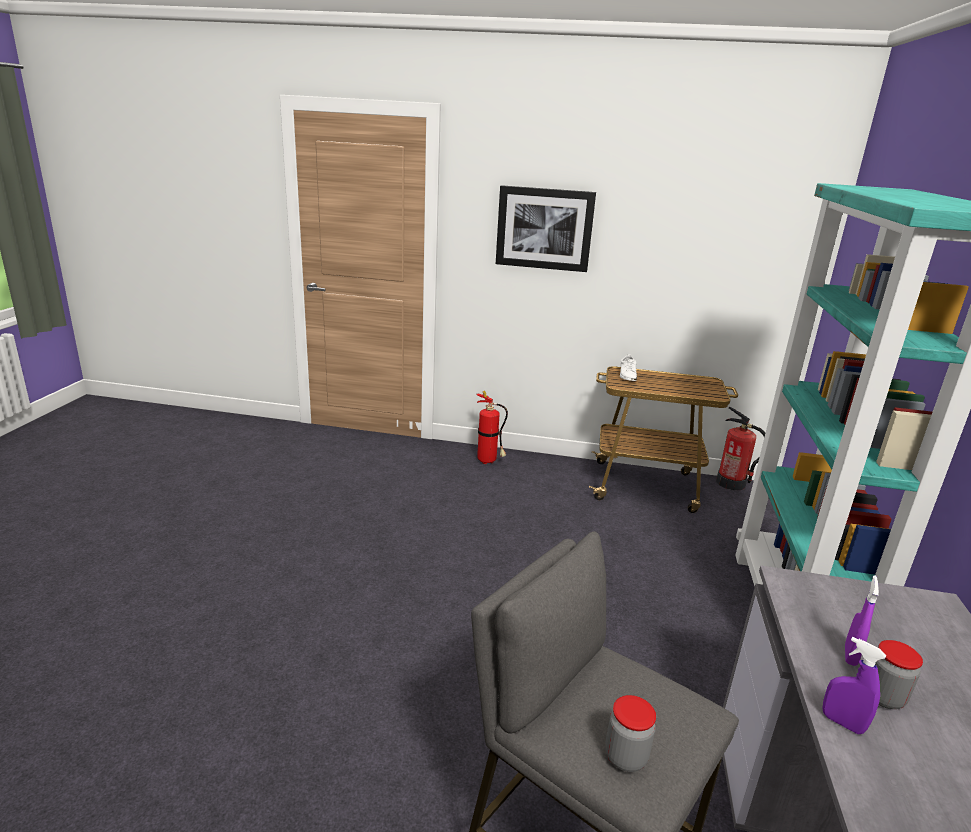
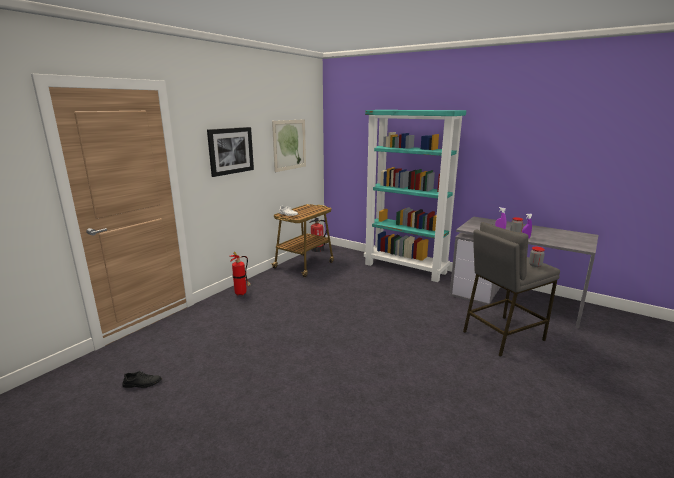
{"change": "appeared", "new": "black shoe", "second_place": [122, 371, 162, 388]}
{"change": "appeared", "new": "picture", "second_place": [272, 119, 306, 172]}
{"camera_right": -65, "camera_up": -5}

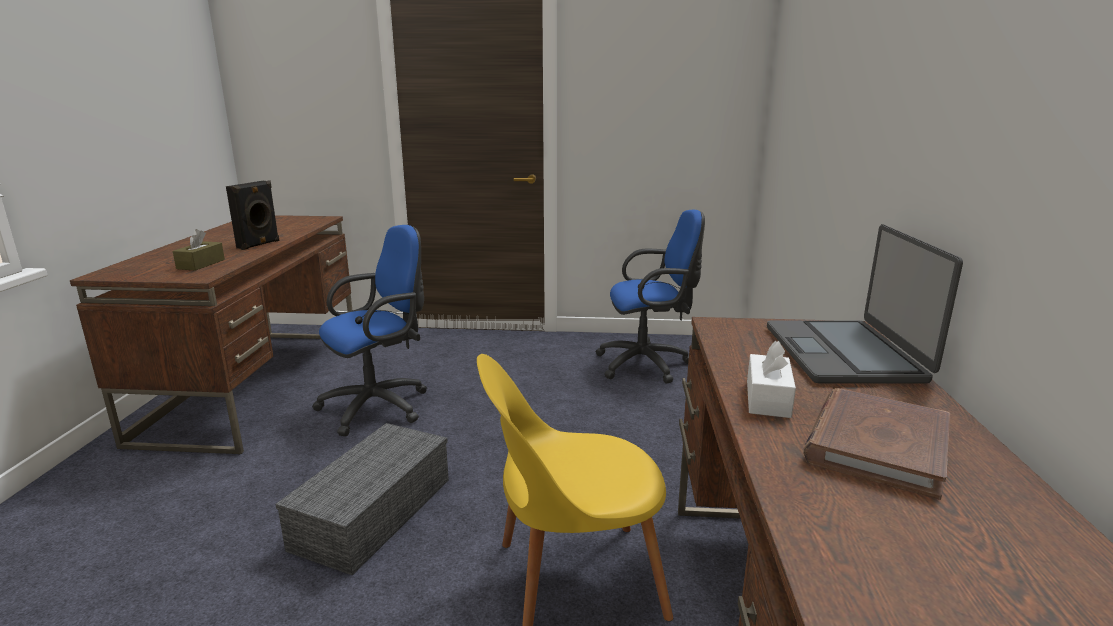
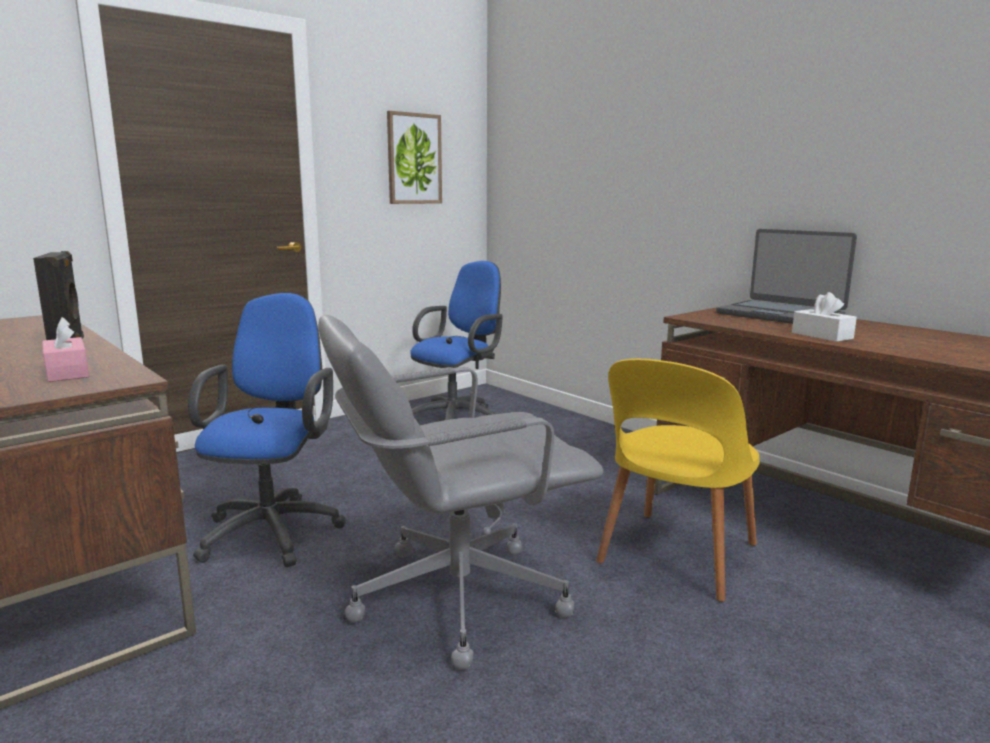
{"change": "colour", "old": "brown tissue box", "new": "pink tissue box", "first_place": [173, 229, 225, 271], "second_place": [42, 317, 89, 382]}
{"change": "exchanged", "old": "grey storage box", "new": "grey office chair", "first_place": [275, 423, 449, 575], "second_place": [318, 315, 604, 670]}
{"change": "appeared", "new": "picture", "second_place": [387, 111, 442, 204]}
{"change": "missing", "old": "brown book", "first_place": [803, 388, 950, 500]}
{"camera_right": -45, "camera_up": -5}

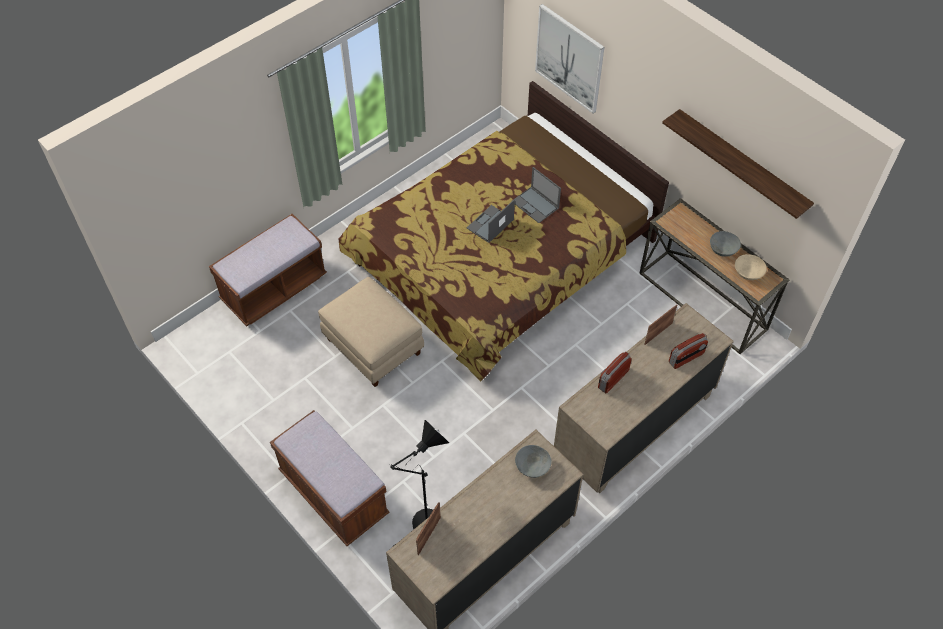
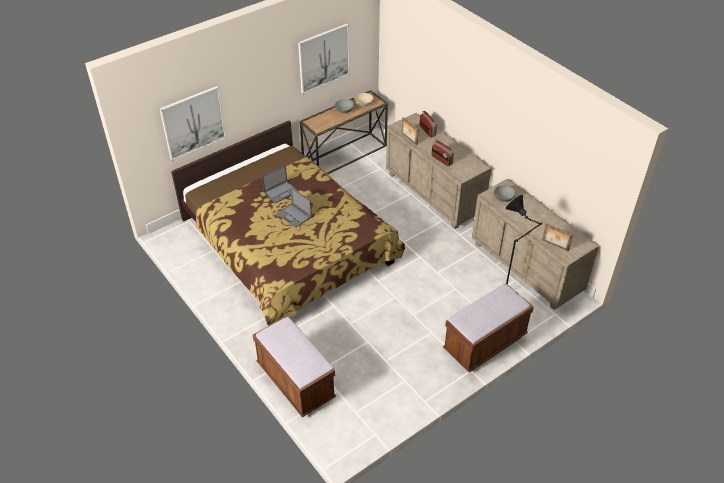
{"change": "exchanged", "old": "shelf", "new": "picture", "first_place": [662, 109, 814, 219], "second_place": [298, 23, 350, 94]}
{"change": "missing", "old": "beige ottoman", "first_place": [318, 277, 424, 387]}
{"camera_right": -85, "camera_up": -10}

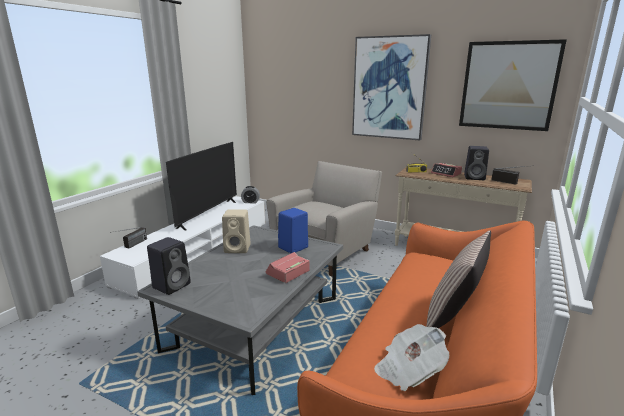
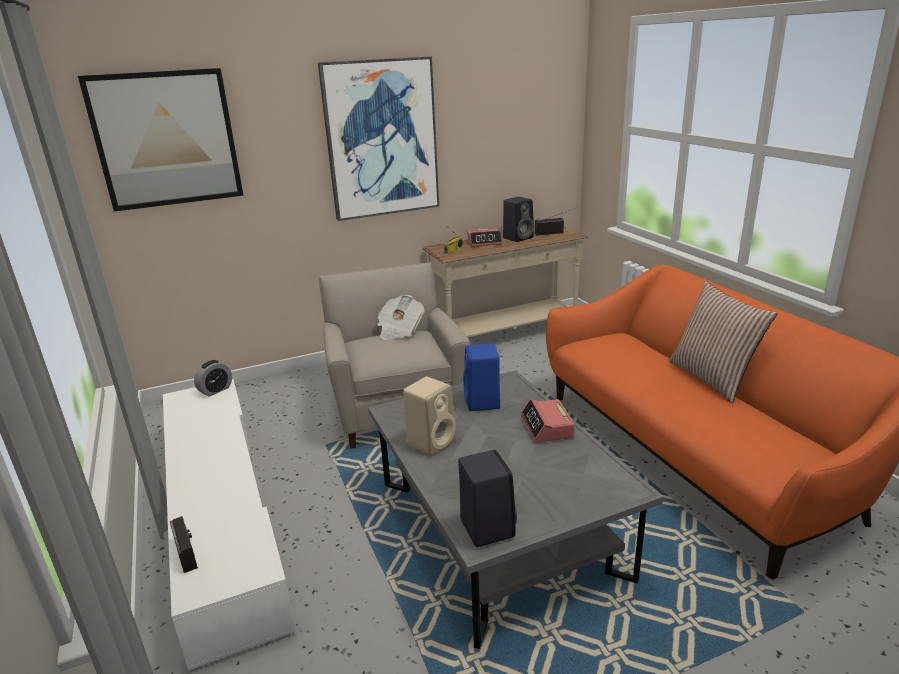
{"change": "relocated", "old": "picture", "first_place": [459, 39, 567, 131], "second_place": [78, 68, 244, 211]}
{"change": "relocated", "old": "newspaper", "first_place": [374, 324, 449, 391], "second_place": [377, 295, 424, 340]}
{"change": "missing", "old": "television", "first_place": [166, 142, 237, 230]}
{"camera_right": -50, "camera_up": 5}

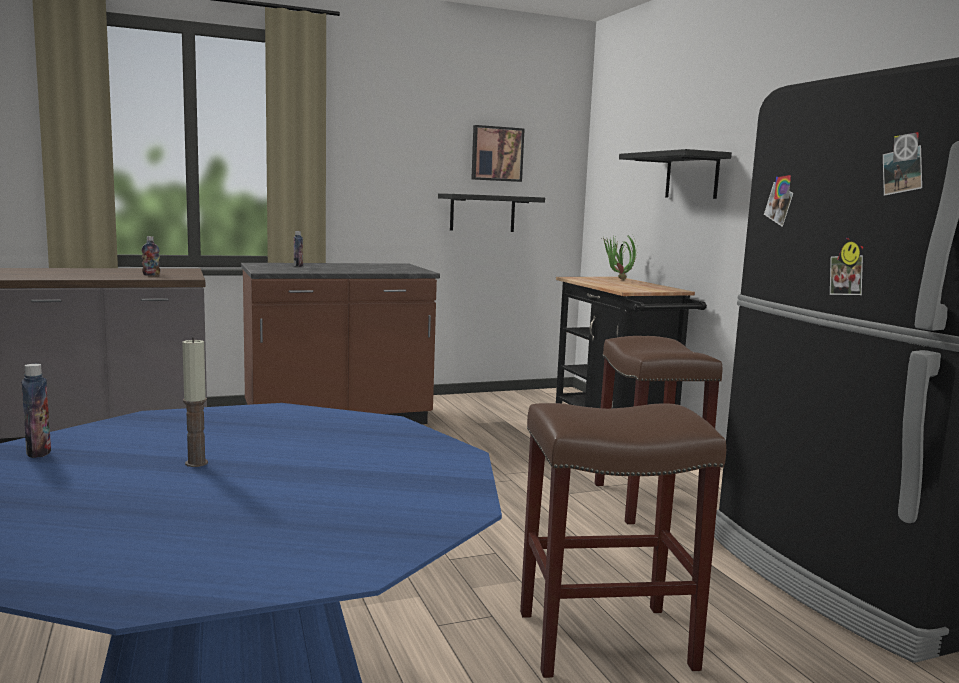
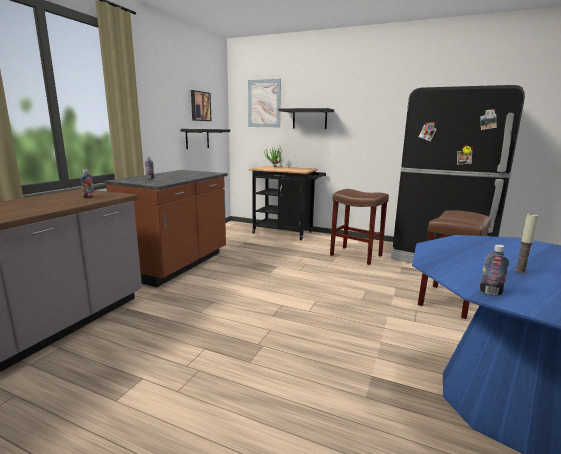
{"change": "appeared", "new": "picture", "second_place": [248, 79, 281, 127]}
{"camera_right": -45, "camera_up": 5}

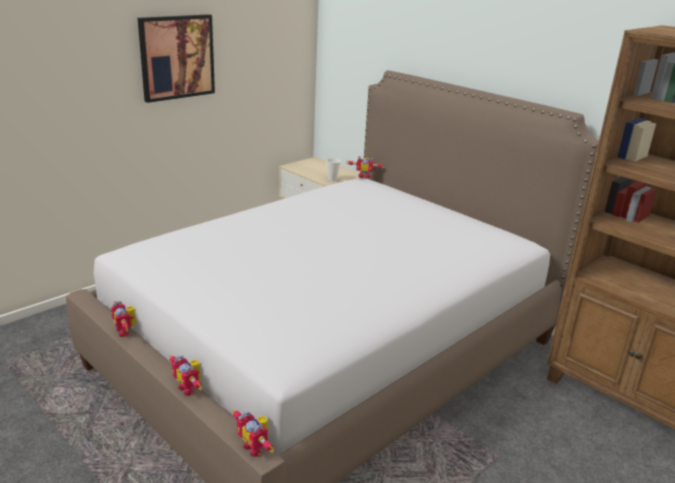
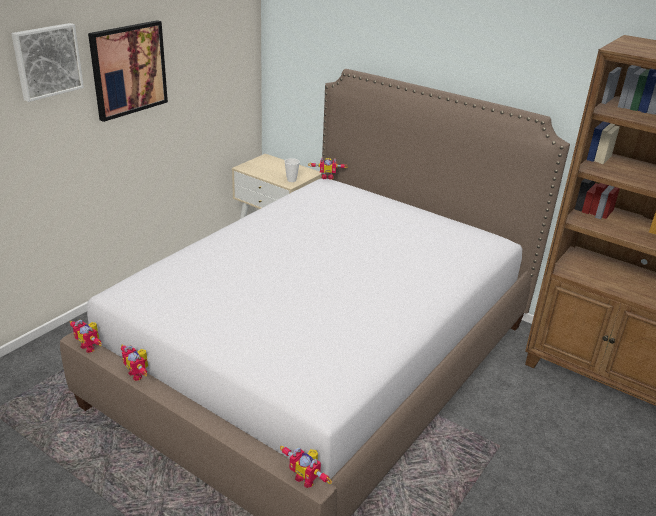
{"change": "appeared", "new": "picture", "second_place": [11, 23, 84, 102]}
{"change": "relocated", "old": "toy robot", "first_place": [170, 355, 202, 396], "second_place": [69, 320, 102, 353]}
{"camera_right": -10, "camera_up": 5}

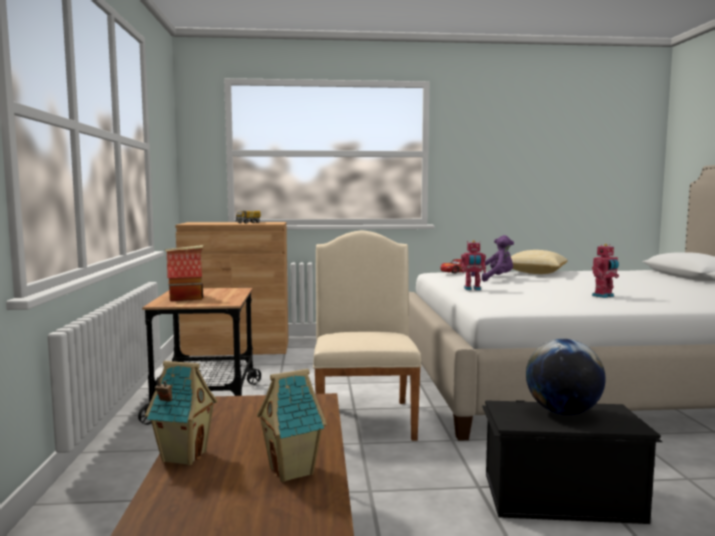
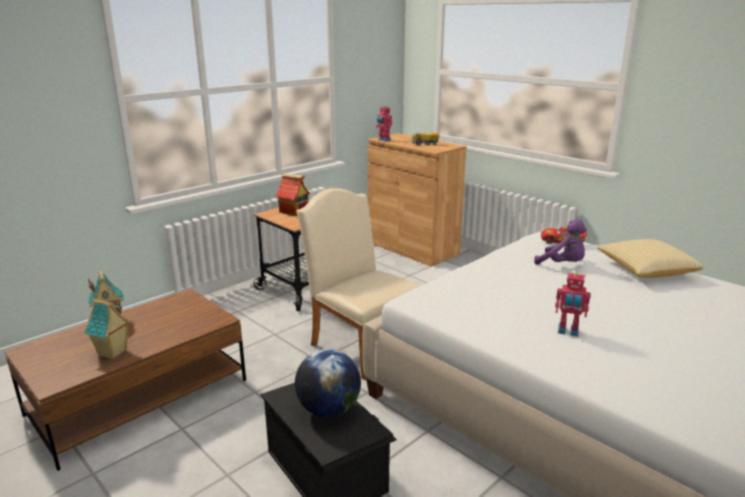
{"change": "spun", "old": "beige chair", "first_place": [313, 231, 422, 441], "second_place": [296, 188, 420, 380], "degrees": -90}
{"change": "relocated", "old": "toy robot", "first_place": [461, 240, 486, 290], "second_place": [376, 106, 392, 142]}
{"camera_right": 50, "camera_up": 15}

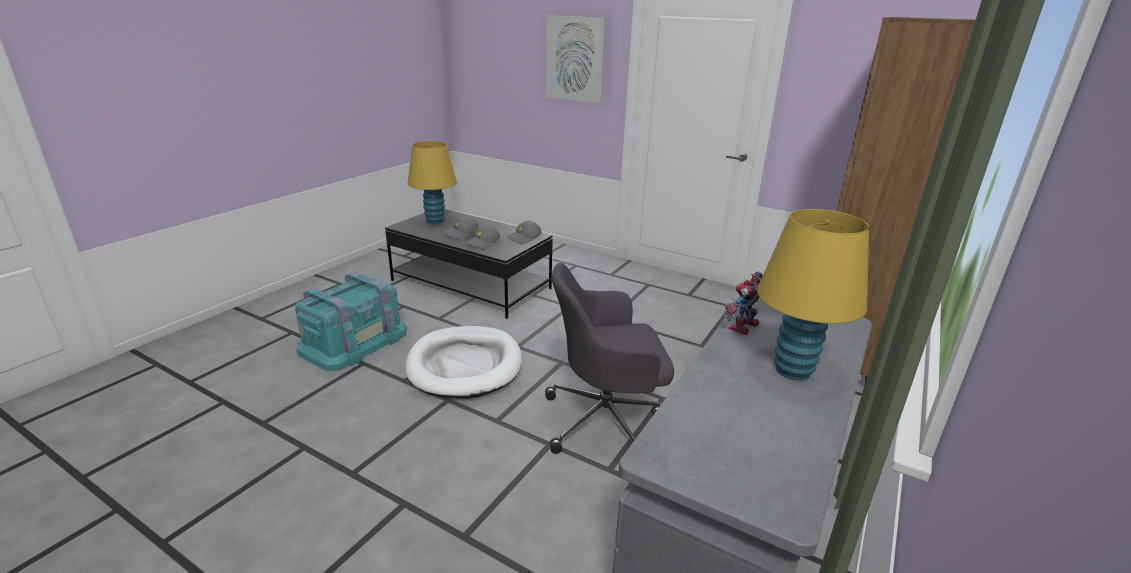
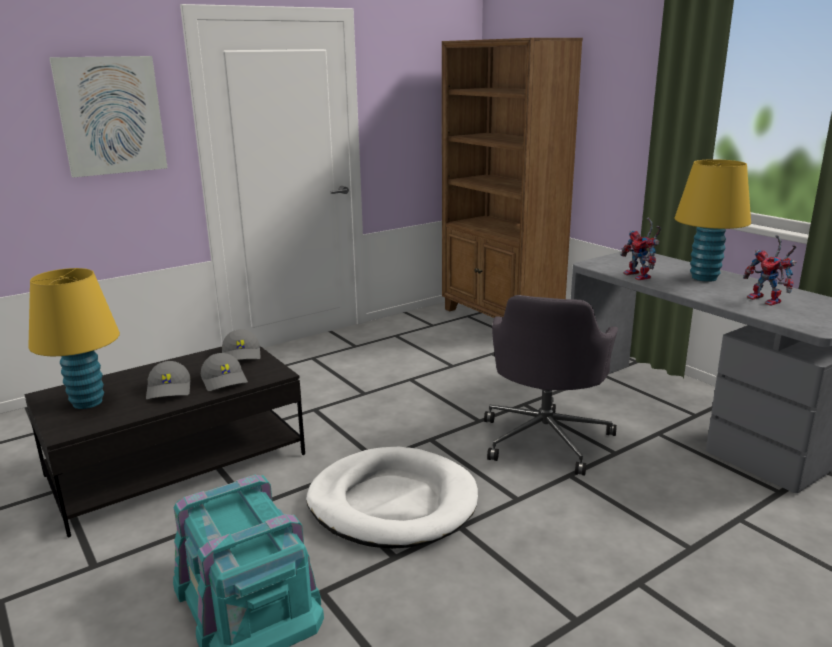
{"change": "appeared", "new": "toy robot", "second_place": [743, 235, 797, 306]}
{"camera_right": -65, "camera_up": -5}

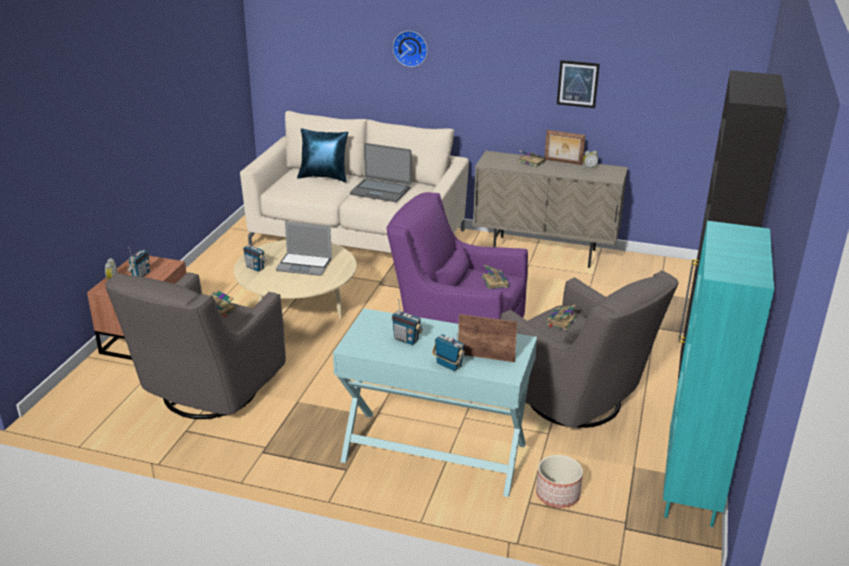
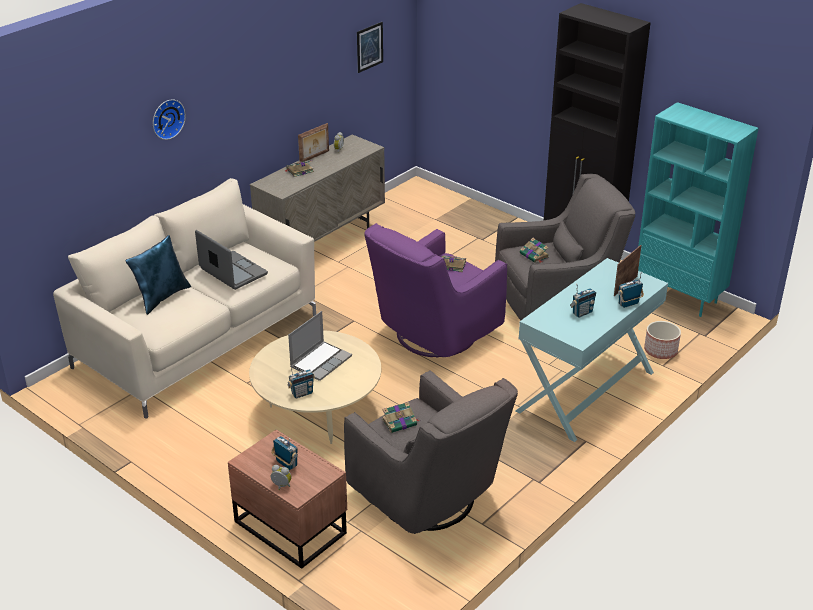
{"change": "spun", "old": "laptop", "first_place": [350, 143, 411, 202], "second_place": [195, 230, 268, 290], "degrees": -90}
{"change": "relocated", "old": "picture", "first_place": [557, 60, 600, 108], "second_place": [357, 22, 383, 73]}
{"camera_right": -65, "camera_up": 5}

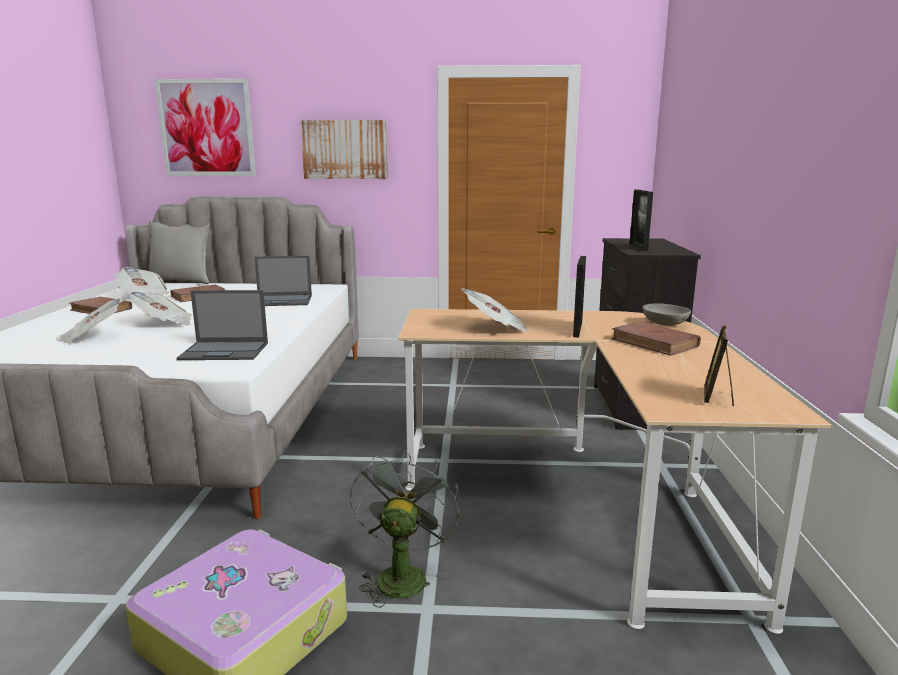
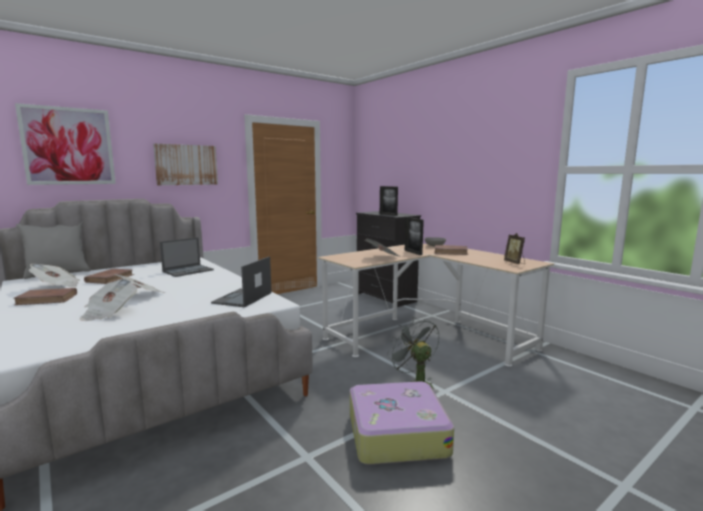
{"change": "spun", "old": "laptop", "first_place": [177, 290, 268, 360], "second_place": [211, 256, 272, 307], "degrees": 150}
{"camera_right": -40, "camera_up": -5}

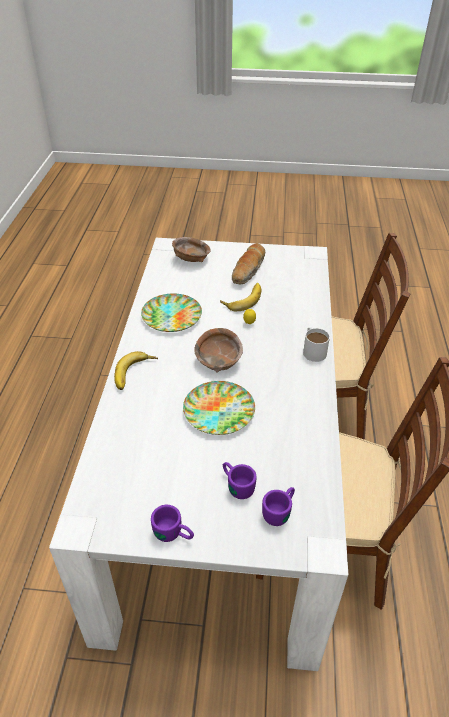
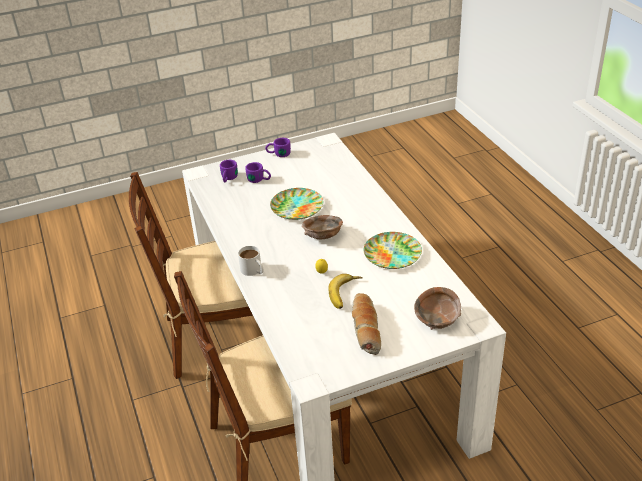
{"change": "missing", "old": "banana", "first_place": [114, 351, 158, 390]}
{"camera_right": 155, "camera_up": -5}

